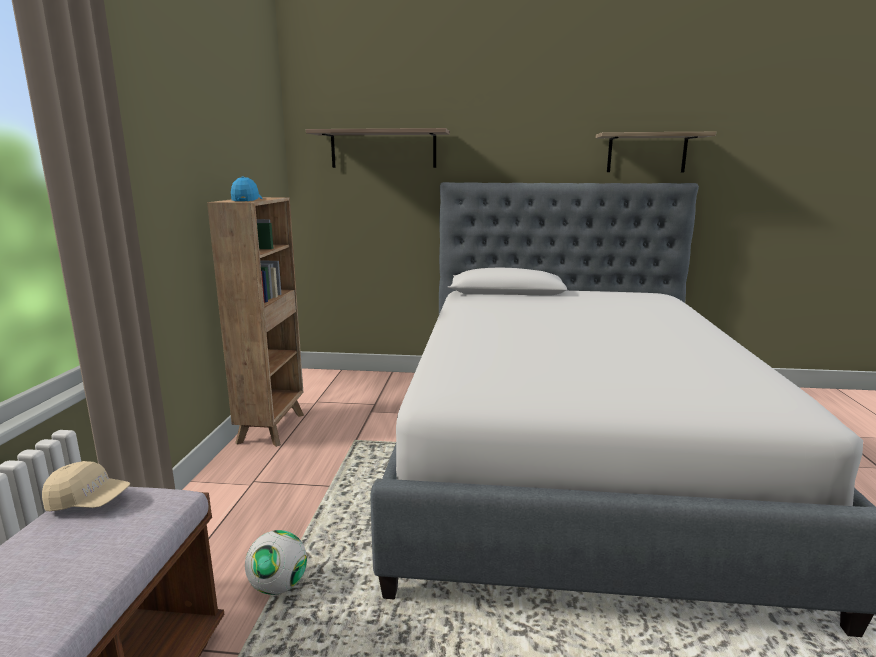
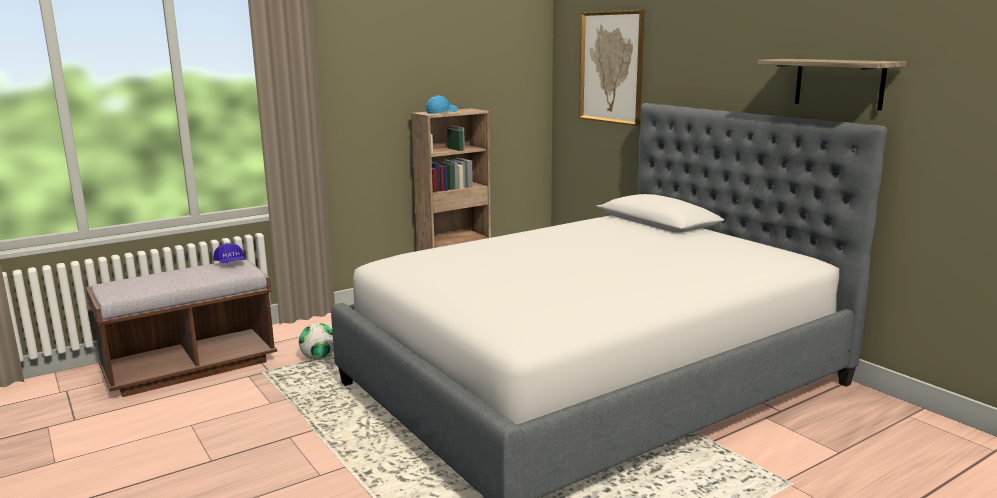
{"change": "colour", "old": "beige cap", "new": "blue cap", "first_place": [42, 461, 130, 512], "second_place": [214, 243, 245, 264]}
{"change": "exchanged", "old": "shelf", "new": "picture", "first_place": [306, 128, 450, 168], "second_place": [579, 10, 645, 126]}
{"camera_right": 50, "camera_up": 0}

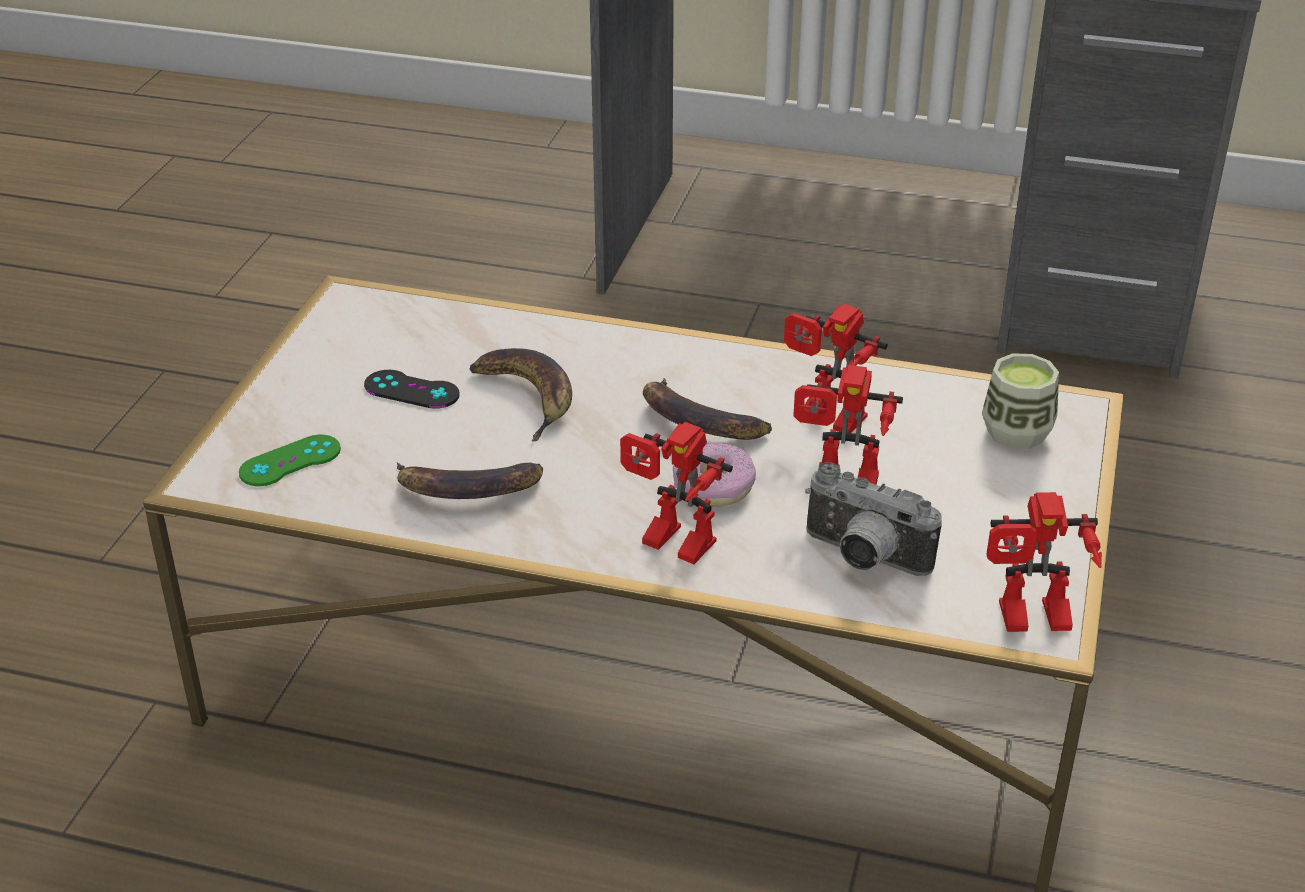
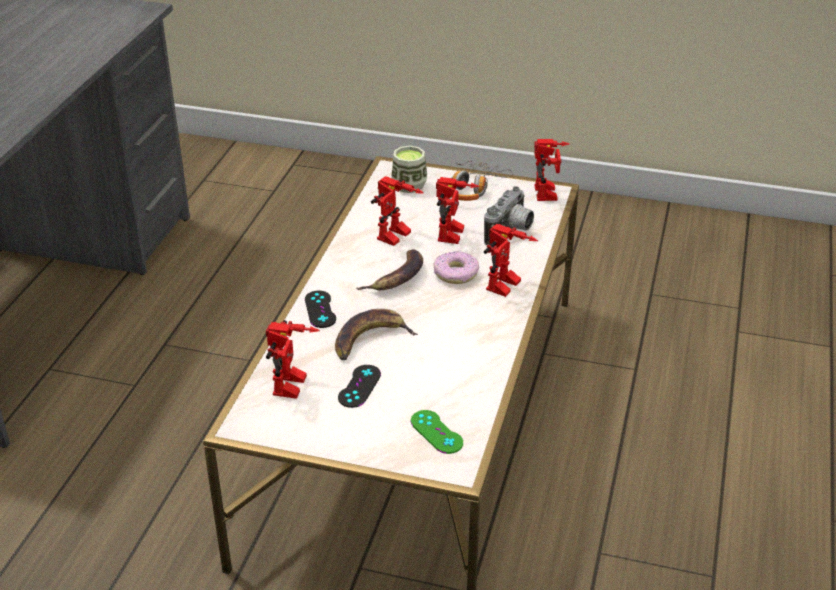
{"change": "appeared", "new": "toy robot", "second_place": [266, 320, 320, 399]}
{"change": "appeared", "new": "black game controller", "second_place": [305, 291, 336, 328]}
{"change": "appeared", "new": "headphones", "second_place": [451, 161, 513, 201]}
{"change": "missing", "old": "banana", "first_place": [397, 462, 543, 499]}
{"camera_right": -90, "camera_up": 0}

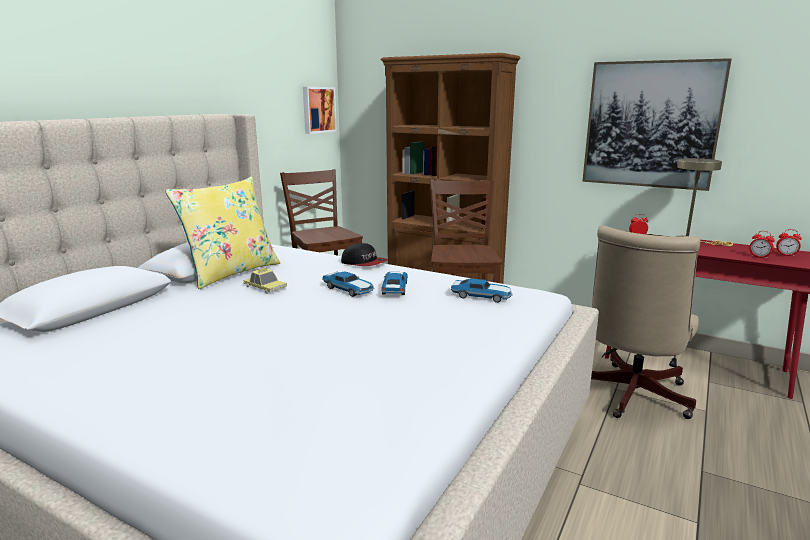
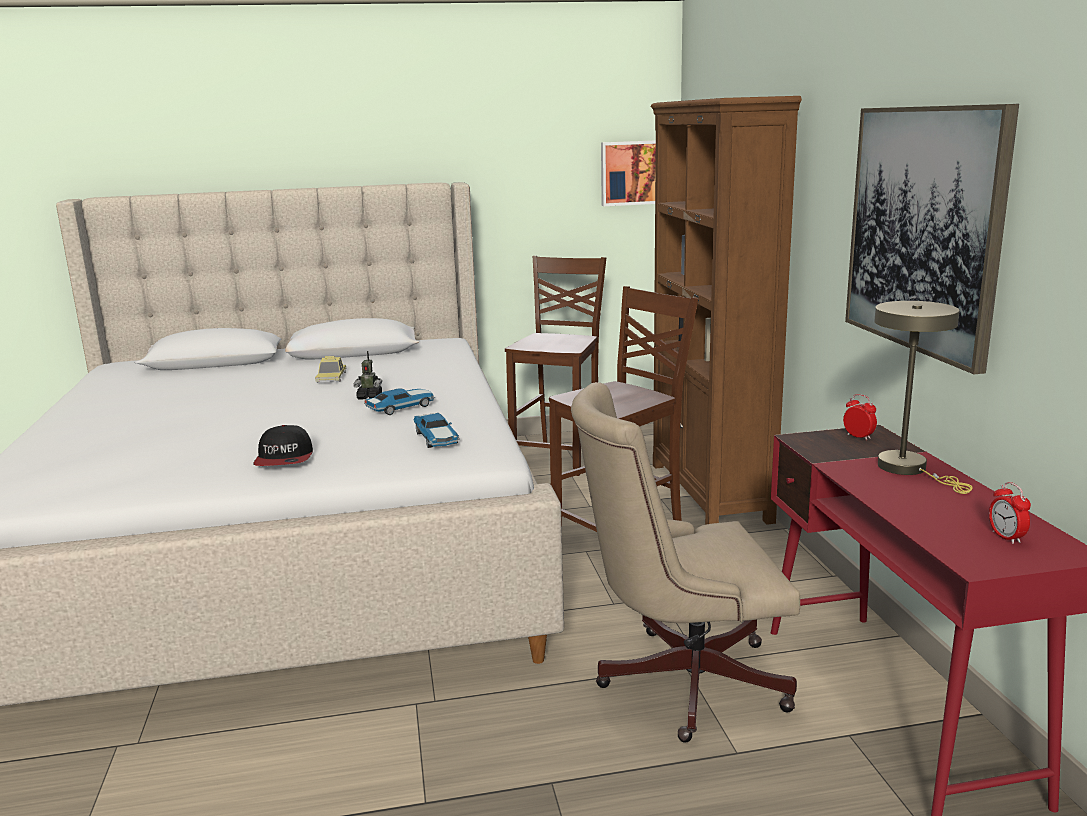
{"change": "relocated", "old": "cap", "first_place": [341, 243, 388, 266], "second_place": [253, 425, 313, 466]}
{"change": "exchanged", "old": "toy car", "new": "toy robot", "first_place": [322, 271, 375, 297], "second_place": [353, 351, 382, 399]}
{"change": "missing", "old": "yellow pillow", "first_place": [165, 177, 280, 289]}
{"change": "missing", "old": "alarm clock", "first_place": [749, 231, 775, 259]}
{"camera_right": 50, "camera_up": 0}

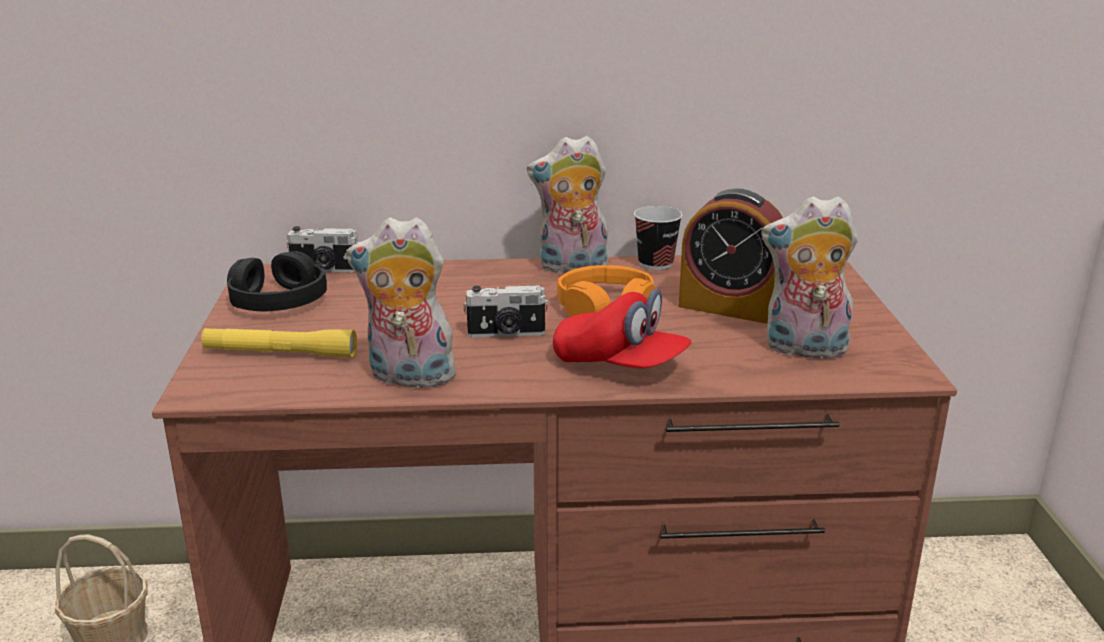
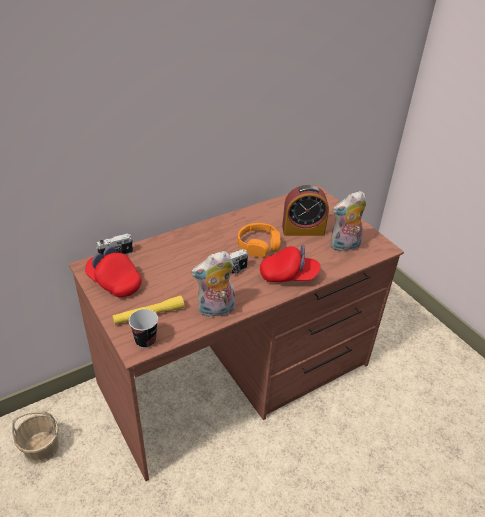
{"change": "exchanged", "old": "black headphones", "new": "red cap", "first_place": [227, 251, 327, 311], "second_place": [85, 246, 142, 297]}
{"change": "relocated", "old": "cup", "first_place": [634, 206, 682, 270], "second_place": [129, 309, 158, 348]}
{"change": "missing", "old": "plush toy", "first_place": [527, 136, 609, 274]}
{"camera_right": -30, "camera_up": 15}

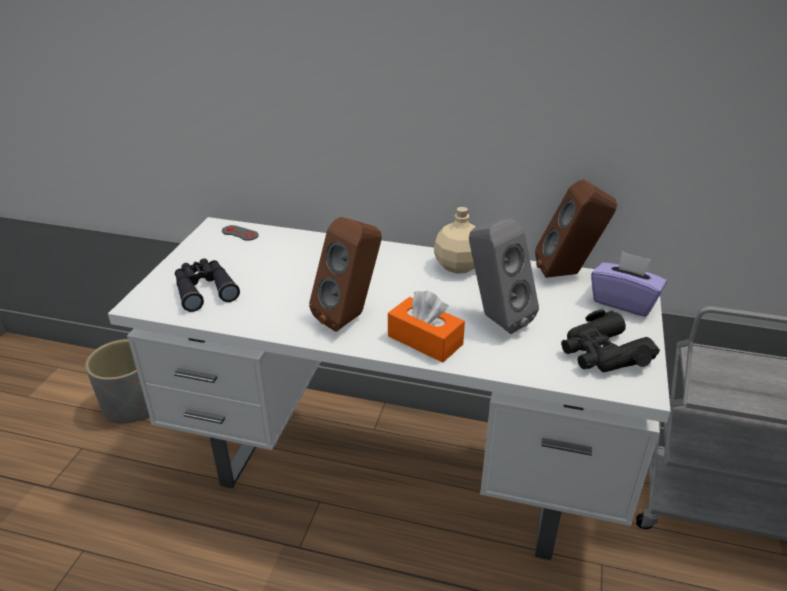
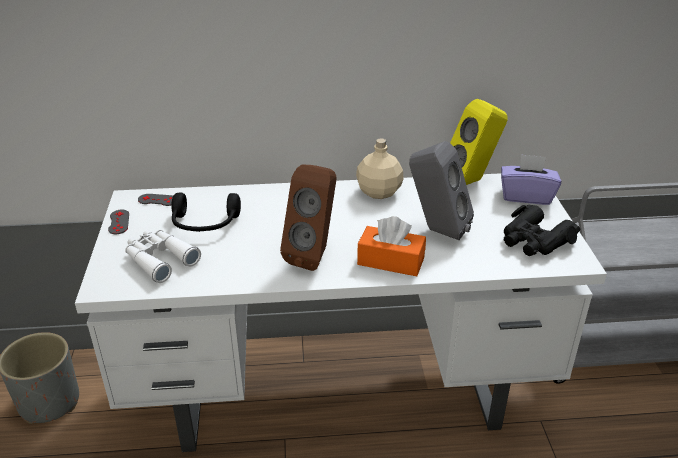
{"change": "appeared", "new": "grey game controller", "second_place": [108, 210, 129, 234]}
{"change": "colour", "old": "black binoculars", "new": "white binoculars", "first_place": [175, 258, 240, 312], "second_place": [125, 230, 201, 283]}
{"change": "appeared", "new": "black headphones", "second_place": [171, 193, 241, 232]}
{"change": "colour", "old": "brown speaker", "new": "yellow speaker", "first_place": [535, 179, 617, 278], "second_place": [450, 99, 508, 185]}
{"camera_right": -20, "camera_up": 0}

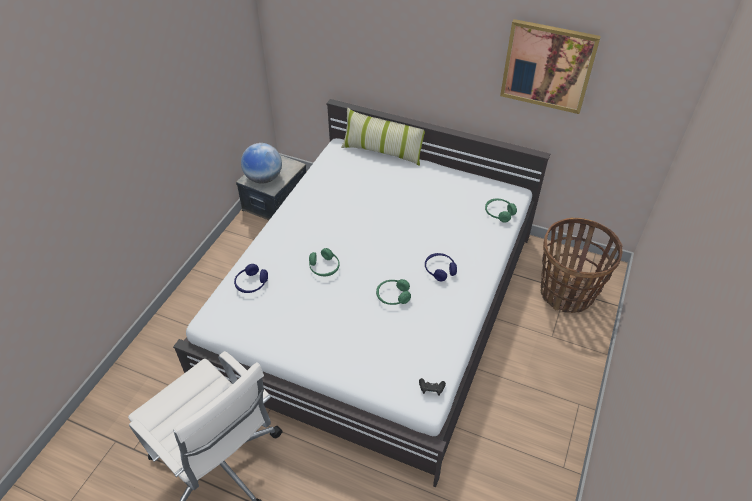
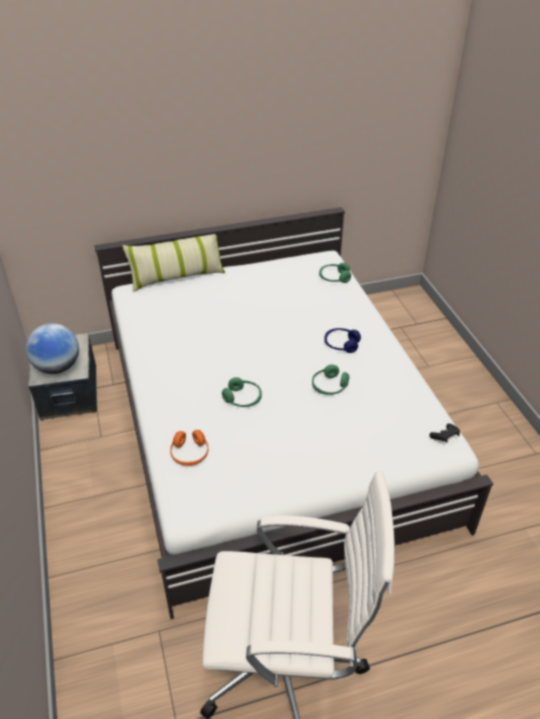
{"change": "colour", "old": "blue headphones", "new": "orange headphones", "first_place": [234, 264, 268, 293], "second_place": [170, 430, 209, 466]}
{"change": "missing", "old": "picture", "first_place": [500, 19, 601, 114]}
{"change": "missing", "old": "basket", "first_place": [541, 218, 623, 313]}
{"camera_right": -40, "camera_up": -5}

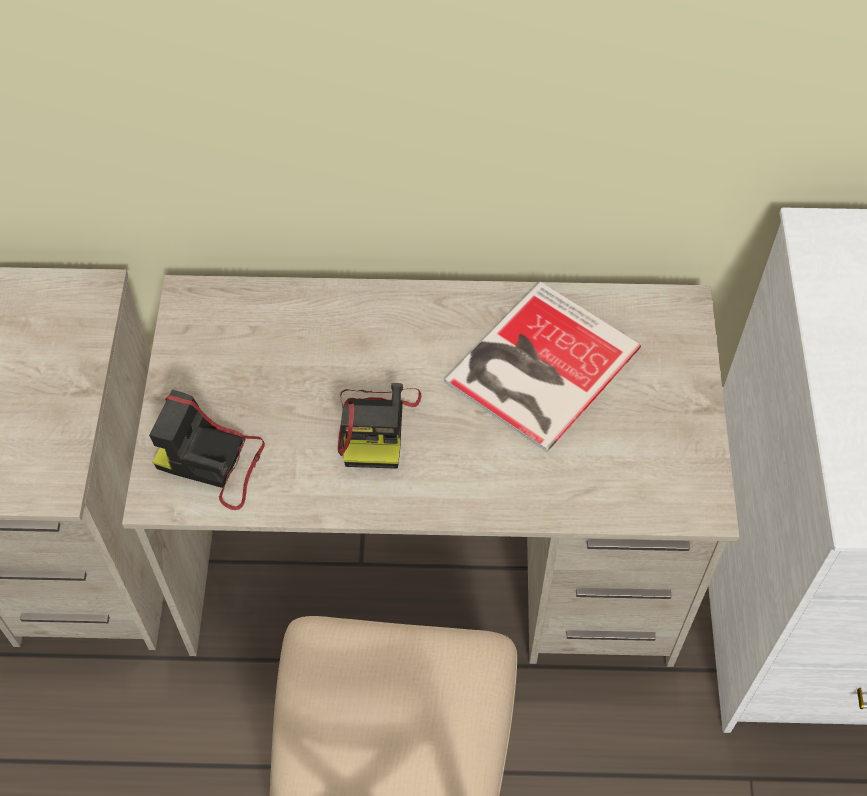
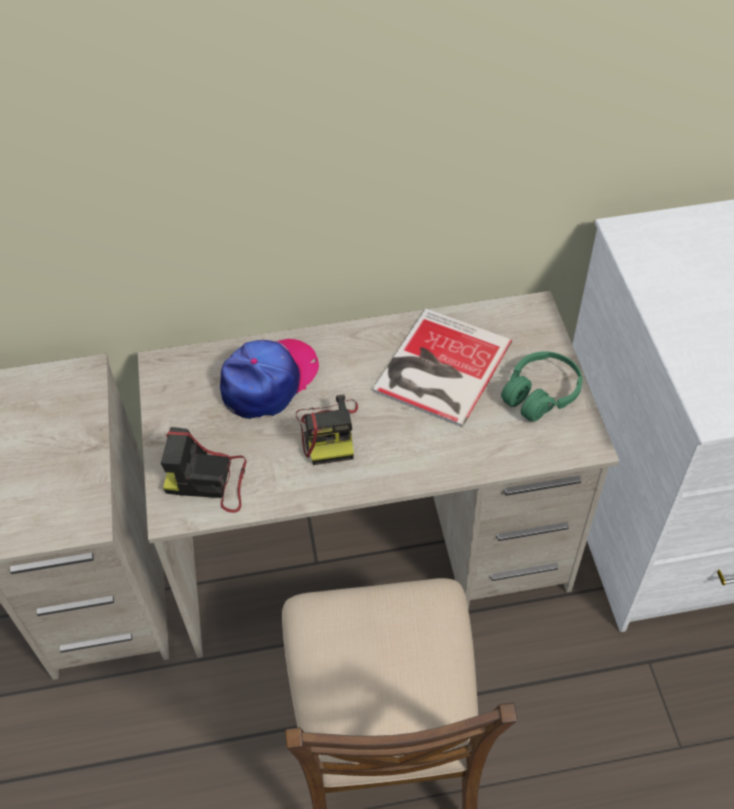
{"change": "appeared", "new": "cap", "second_place": [220, 339, 319, 419]}
{"change": "appeared", "new": "green headphones", "second_place": [501, 351, 583, 422]}
{"camera_right": -10, "camera_up": -5}

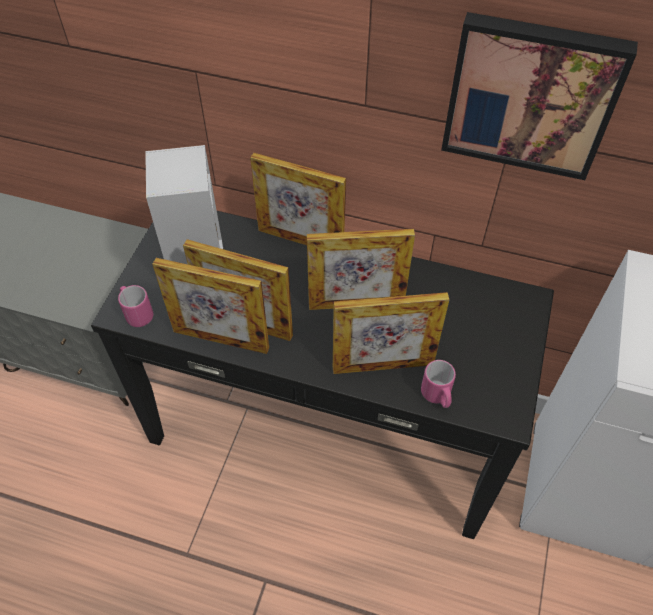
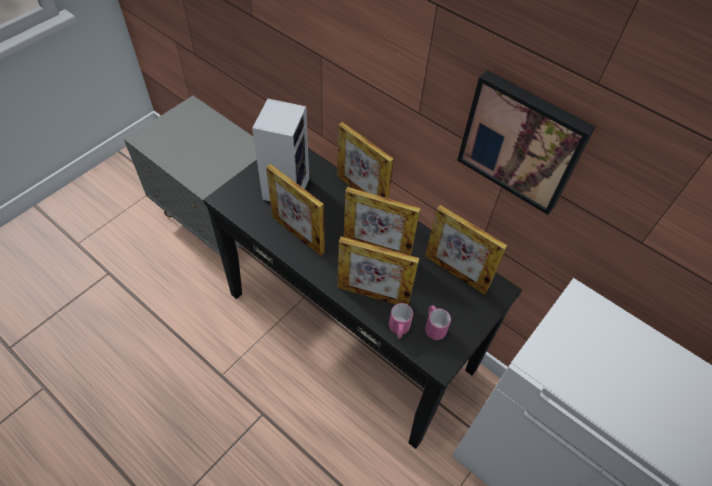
{"change": "relocated", "old": "picture frame", "first_place": [152, 258, 269, 354], "second_place": [425, 205, 508, 295]}
{"change": "relocated", "old": "pink mug", "first_place": [118, 285, 153, 327], "second_place": [425, 306, 451, 340]}
{"camera_right": 20, "camera_up": 0}

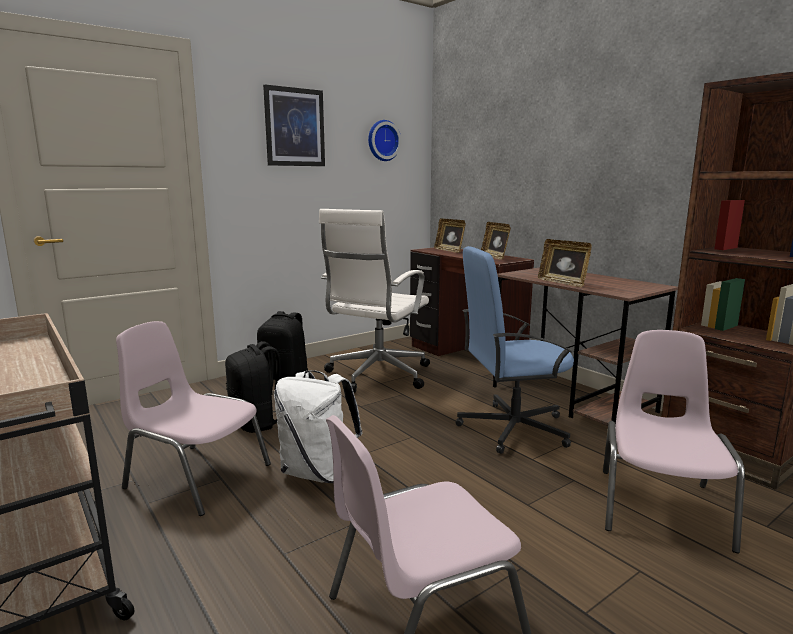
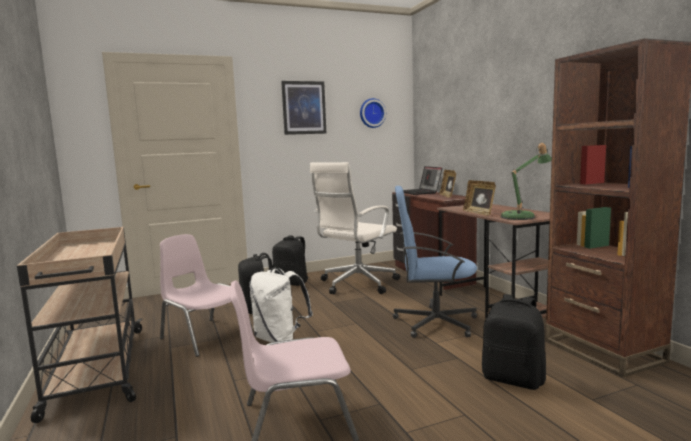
{"change": "exchanged", "old": "picture frame", "new": "laptop", "first_place": [434, 218, 466, 253], "second_place": [403, 166, 442, 195]}
{"change": "exchanged", "old": "pink chair", "new": "black backpack", "first_place": [603, 330, 745, 553], "second_place": [482, 294, 546, 390]}
{"change": "appeared", "new": "table lamp", "second_place": [500, 143, 552, 220]}
{"camera_right": 15, "camera_up": -5}

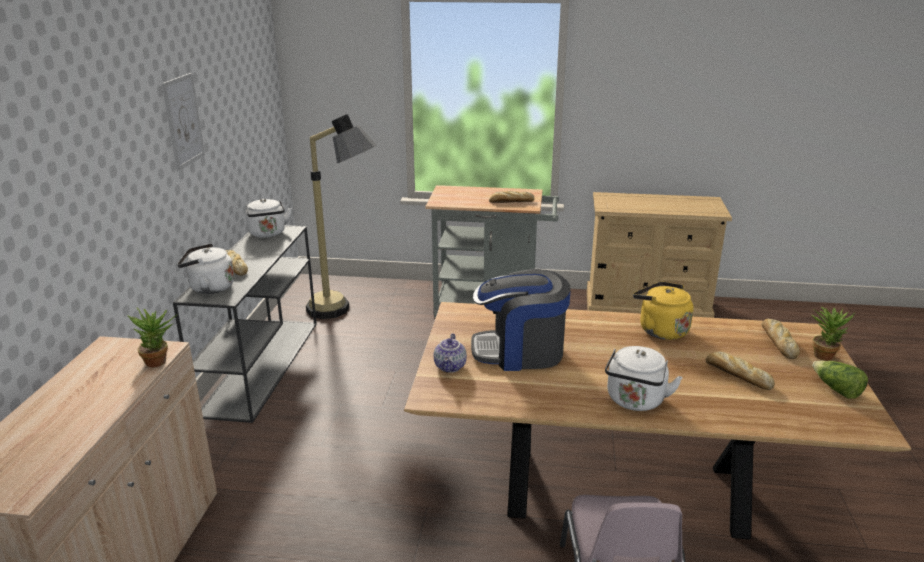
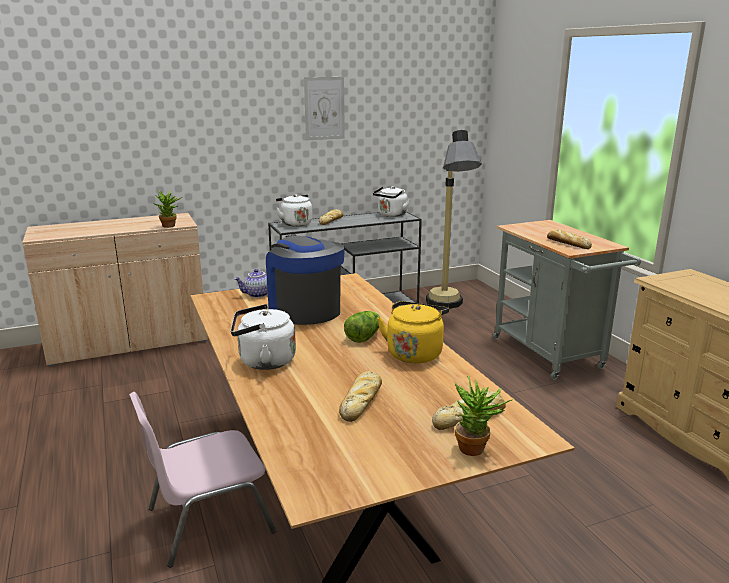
{"change": "relocated", "old": "lettuce", "first_place": [812, 361, 868, 399], "second_place": [344, 311, 381, 343]}
{"camera_right": 60, "camera_up": -5}

